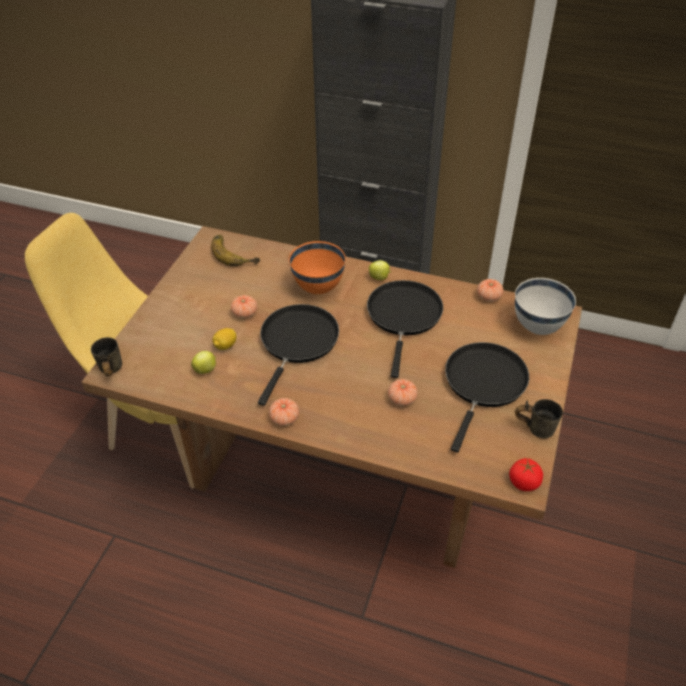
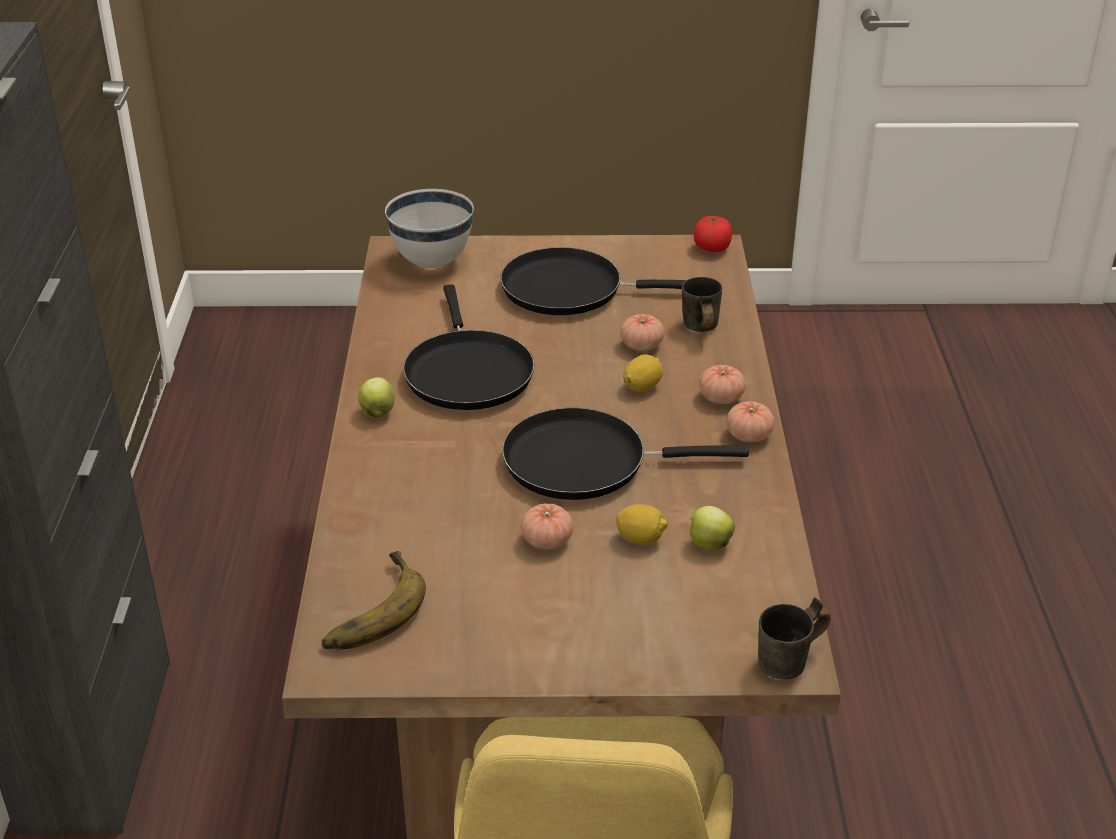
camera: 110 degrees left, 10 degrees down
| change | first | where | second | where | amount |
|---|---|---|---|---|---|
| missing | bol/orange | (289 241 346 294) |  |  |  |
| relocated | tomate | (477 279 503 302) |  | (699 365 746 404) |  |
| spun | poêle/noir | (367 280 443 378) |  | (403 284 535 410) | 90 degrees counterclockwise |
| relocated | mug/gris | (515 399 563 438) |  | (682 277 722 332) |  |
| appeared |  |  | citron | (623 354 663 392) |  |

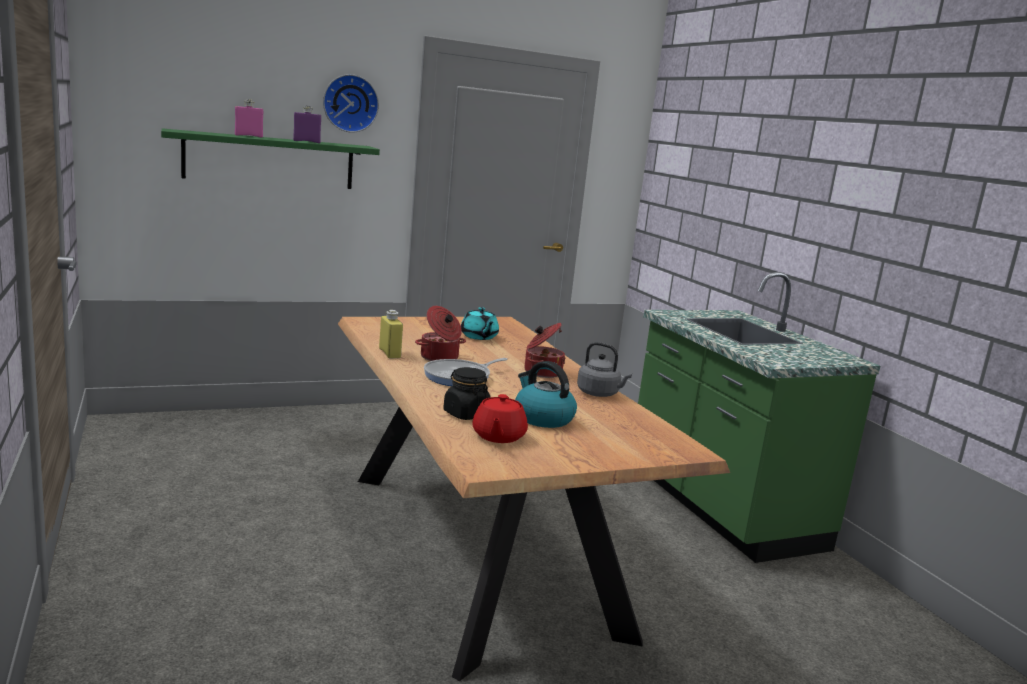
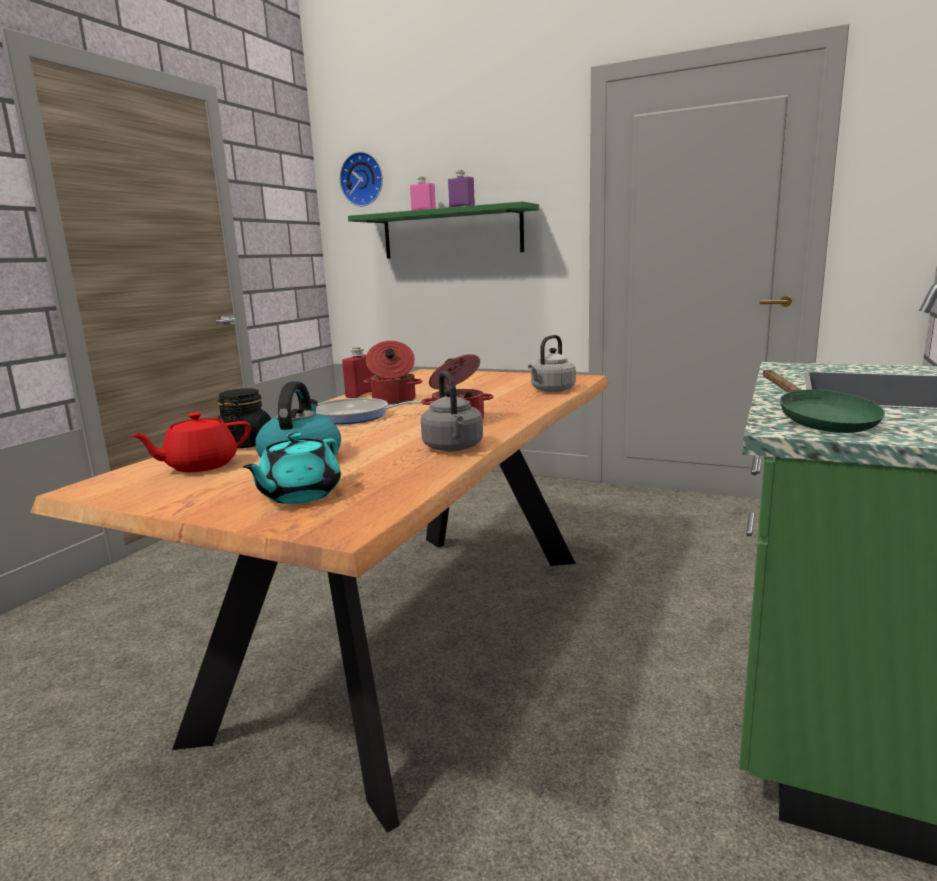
camera: 50 degrees right, 0 degrees up
| change | first | where | second | where | amount |
|---|---|---|---|---|---|
| relocated | horloge murale | (323 74 379 133) |  | (340 152 383 206) |  |
| relocated | théière/turquoise | (461 307 499 340) |  | (243 432 341 504) |  |
| colour | bouteille/jaune | (379 310 403 359) | bouteille/rouge | (342 346 374 398) |  |
| appeared |  |  | bouilloire/gris | (528 335 576 392) |  |
| appeared |  |  | poêle/vert | (763 370 885 433) |  |

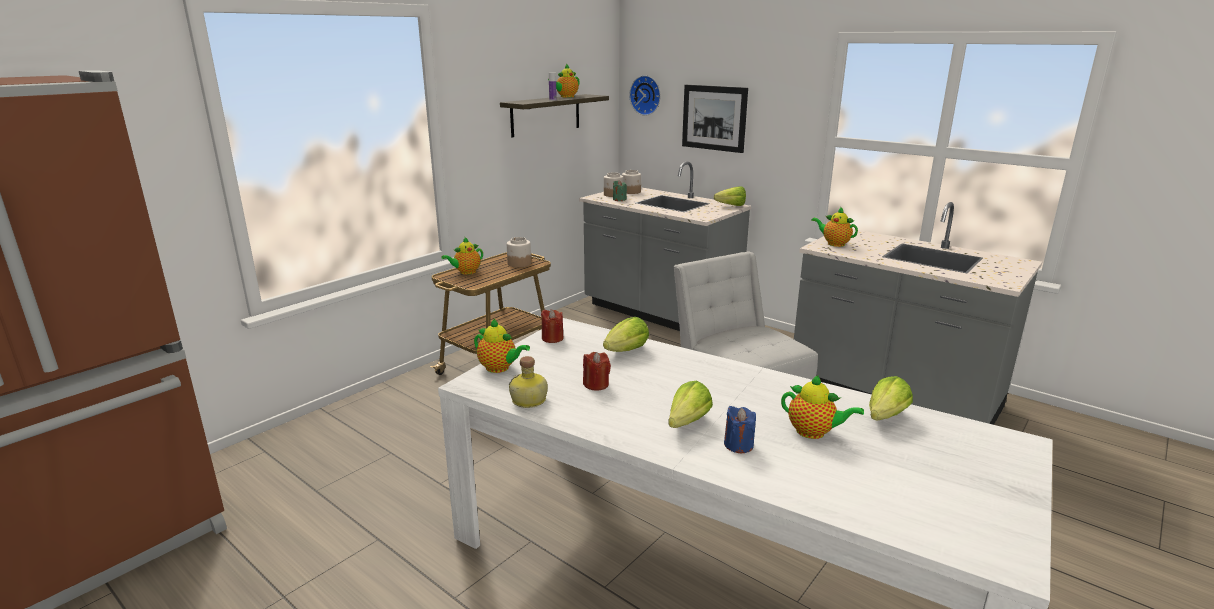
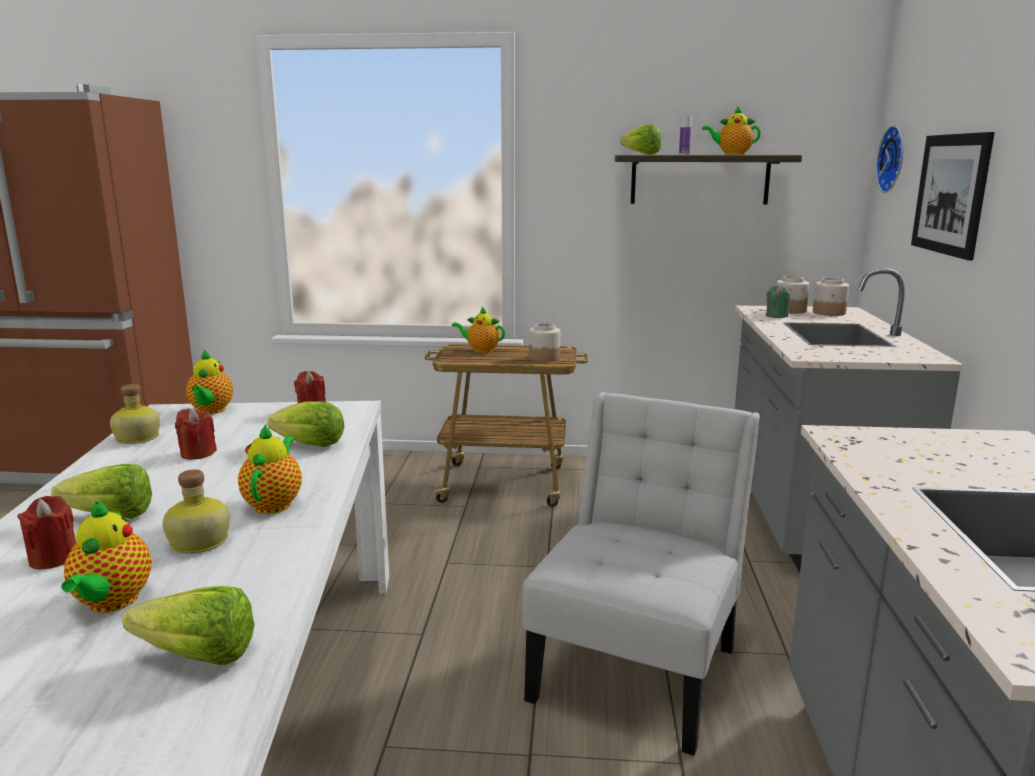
camera: 55 degrees right, 5 degrees down
| change | first | where | second | where | amount |
|---|---|---|---|---|---|
| relocated | laitue | (714 186 746 206) |  | (620 124 662 155) |  |
| relocated | théière | (811 206 858 247) |  | (238 424 302 514) |  |
| colour | bougie/bleu | (724 406 756 453) | bougie/rouge | (17 496 76 570) |  |
| appeared |  |  | bouteille | (163 469 230 554) |  |

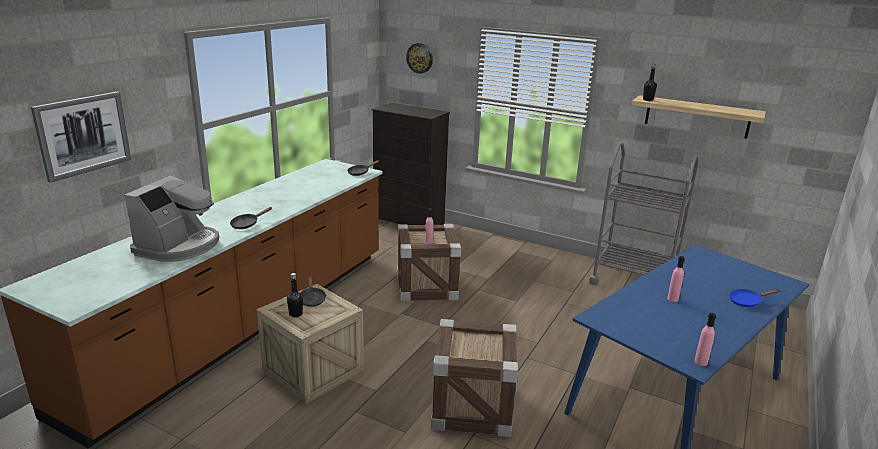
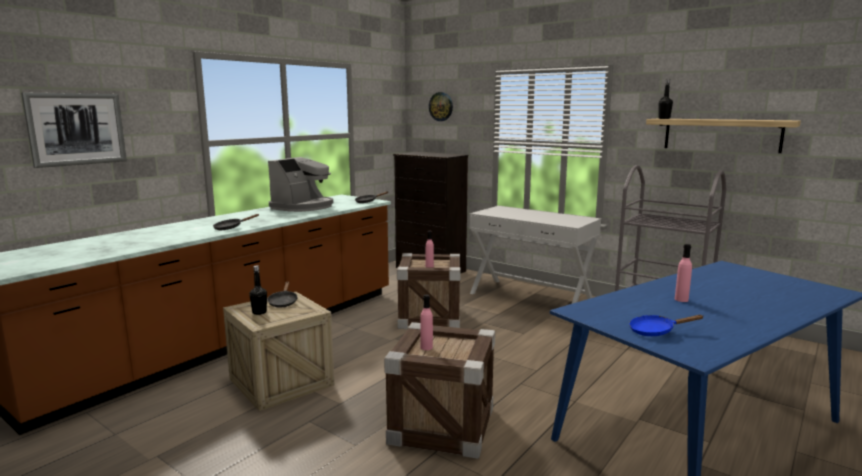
camera: 10 degrees right, 10 degrees down
| change | first | where | second | where | amount |
|---|---|---|---|---|---|
| relocated | machine à café | (124 175 219 262) |  | (268 157 333 212) |  |
| relocated | poêle/bleu | (729 289 780 307) |  | (629 315 704 336) |  |
| relocated | bouteille/rose | (694 313 716 366) |  | (420 294 433 350) |  |
| appeared |  |  | table console/blanc | (469 206 601 304) |  |

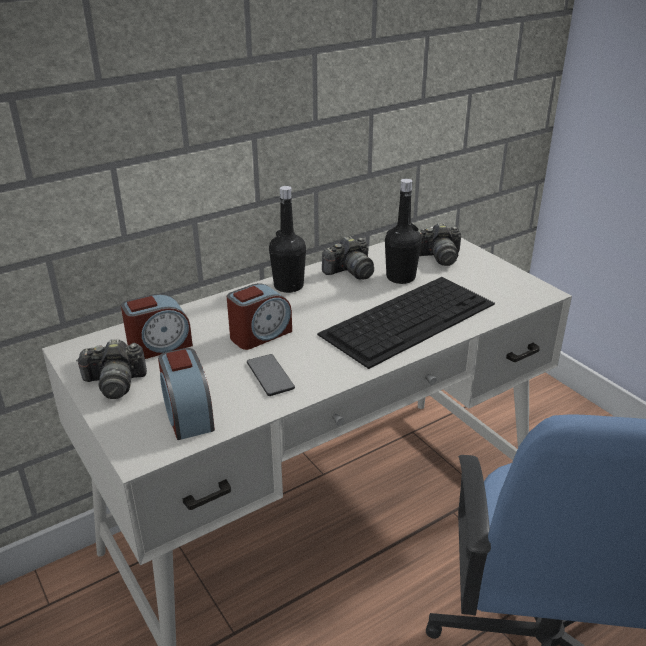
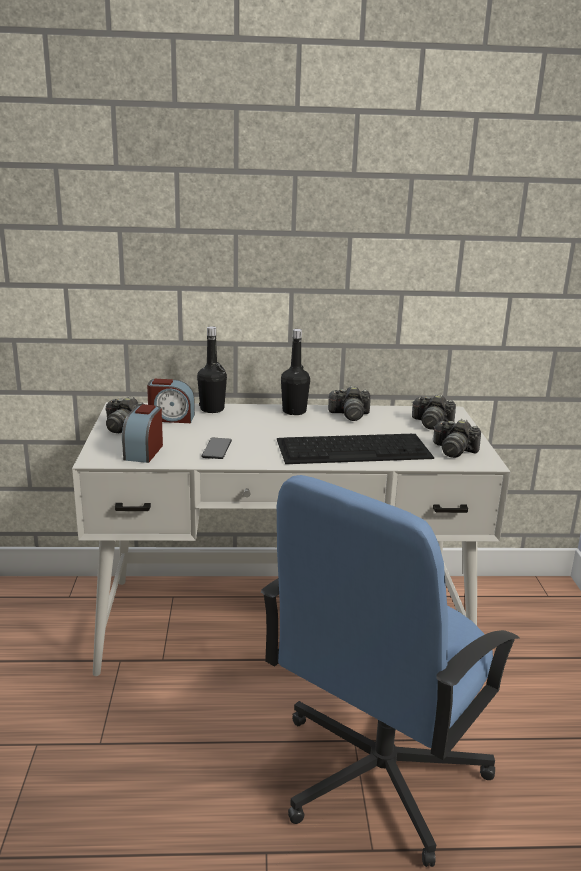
camera: 30 degrees right, 10 degrees down
| change | first | where | second | where | amount |
|---|---|---|---|---|---|
| relocated | bouteille/noir | (385 179 421 284) |  | (197 326 227 413) |  |
| missing | réveil | (227 283 292 350) |  |  |  |
| appeared |  |  | appareil photo | (433 419 481 458) |  |

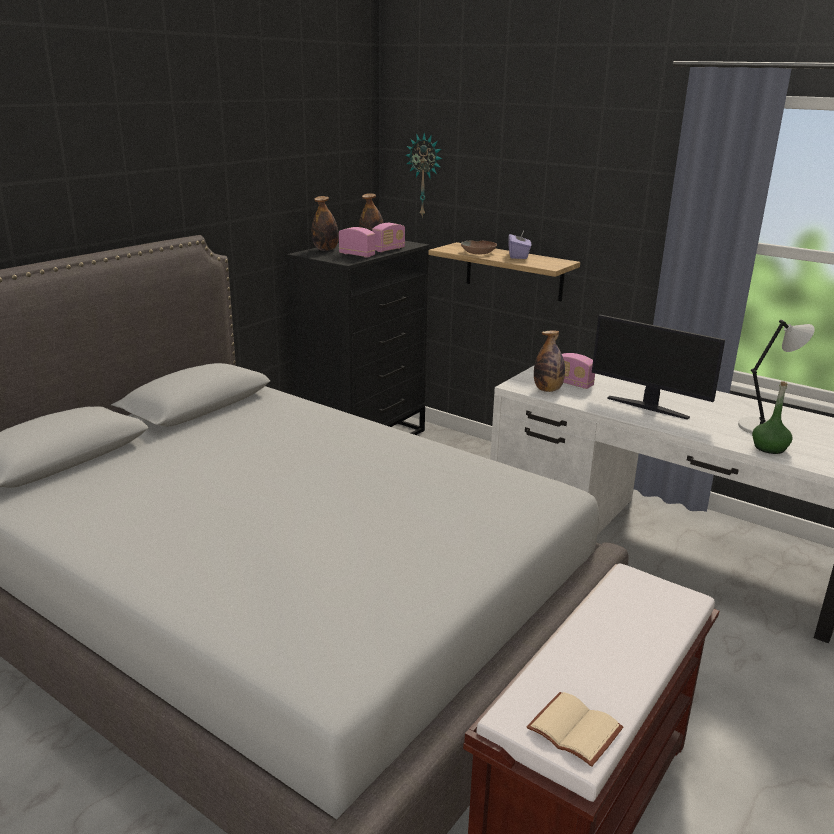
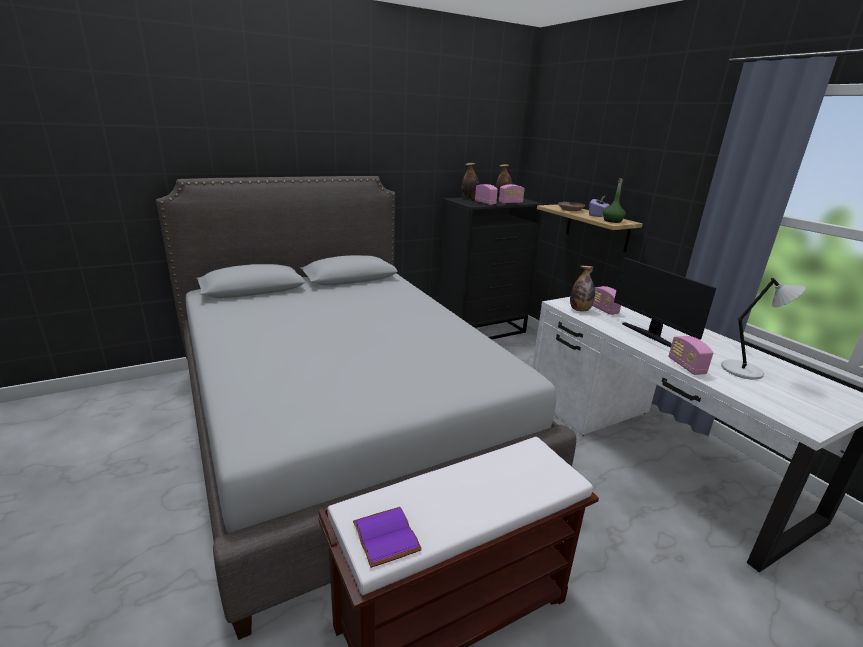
camera: 25 degrees right, 0 degrees up
| change | first | where | second | where | amount |
|---|---|---|---|---|---|
| missing | horloge murale | (406 132 443 217) |  |  |  |
| relocated | bouteille/vert | (752 381 793 454) |  | (603 178 626 223) |  |
| colour | livre/beige | (527 692 623 767) | livre/violet | (353 507 422 568) |  |
| appeared |  |  | radio | (668 336 713 375) |  |

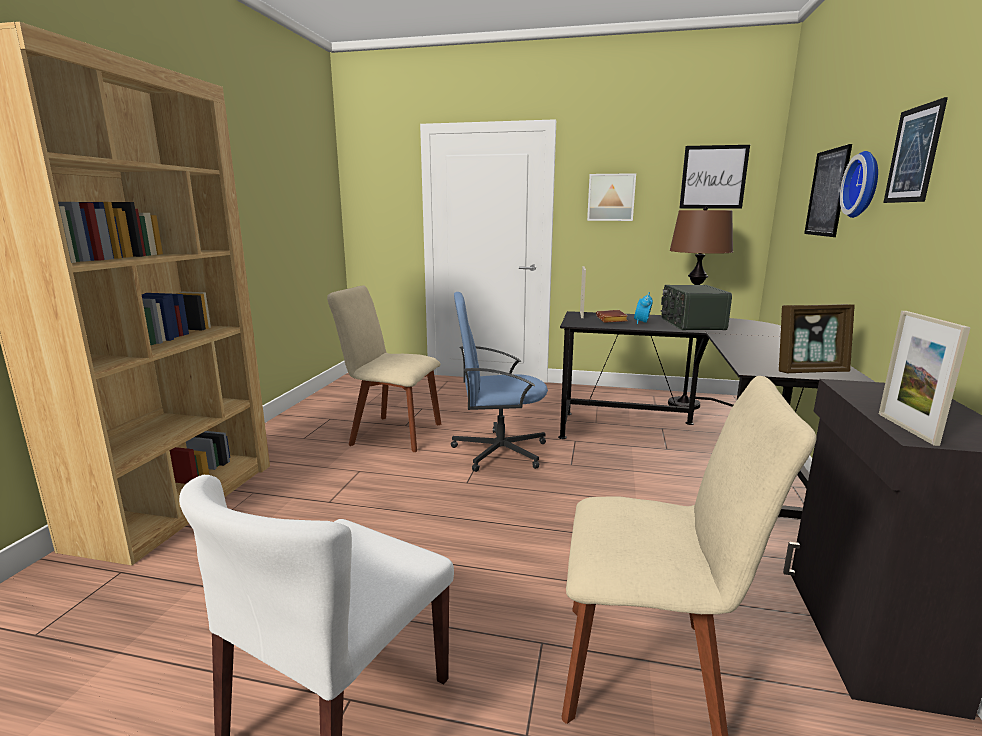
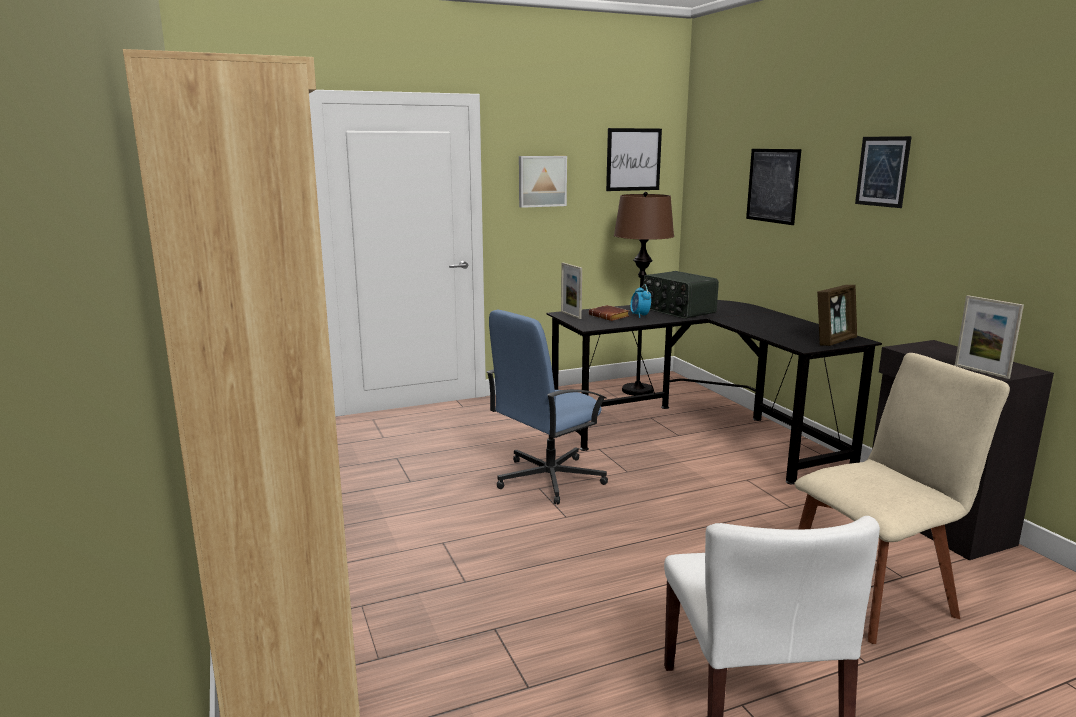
camera: 35 degrees left, 0 degrees up
| change | first | where | second | where | amount |
|---|---|---|---|---|---|
| missing | horloge murale | (840 151 878 218) |  |  |  |
| missing | chaise/beige | (327 286 441 452) |  |  |  |

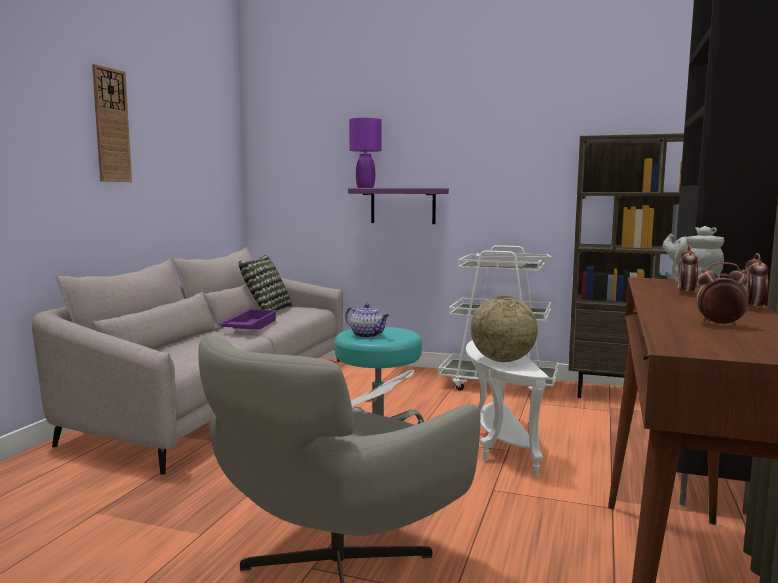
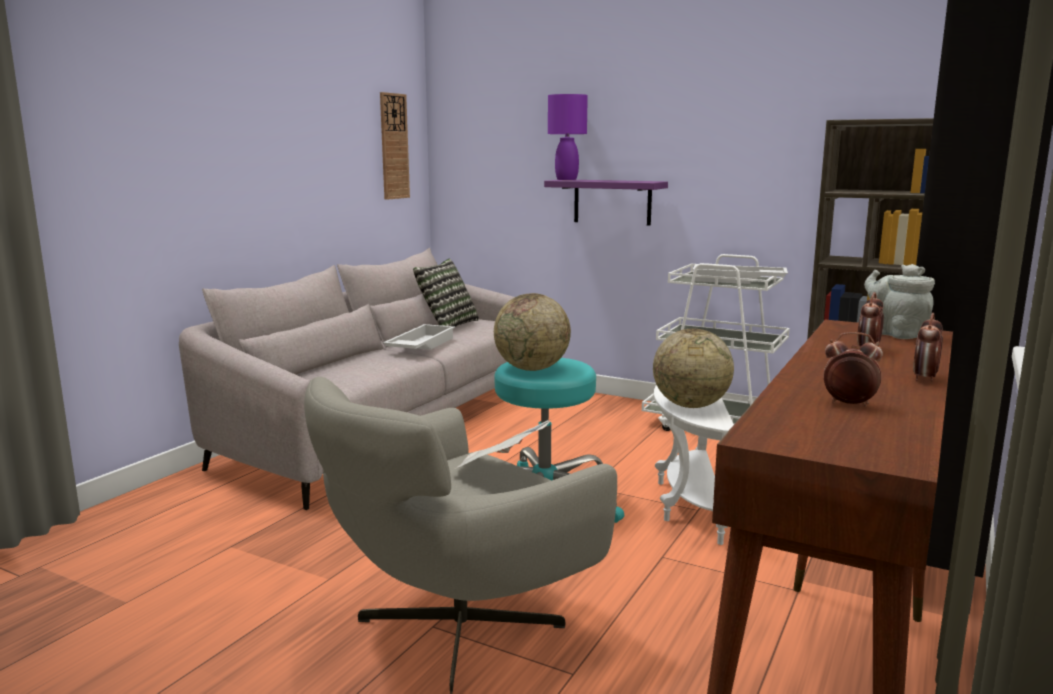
camera: 10 degrees right, 5 degrees up
| change | first | where | second | where | amount |
|---|---|---|---|---|---|
| relocated | horloge murale | (92 64 132 182) |  | (380 92 410 200) |  |
| exchanged | théière | (345 303 389 338) | globe | (494 293 571 371) |  |
| colour | plateau/violet | (219 309 278 329) | plateau/blanc | (383 324 455 350) |  |

